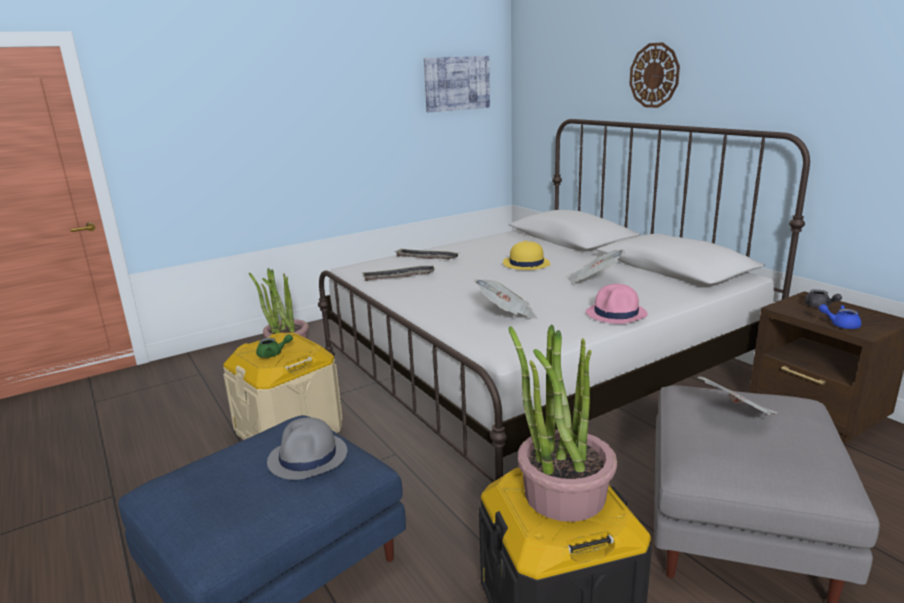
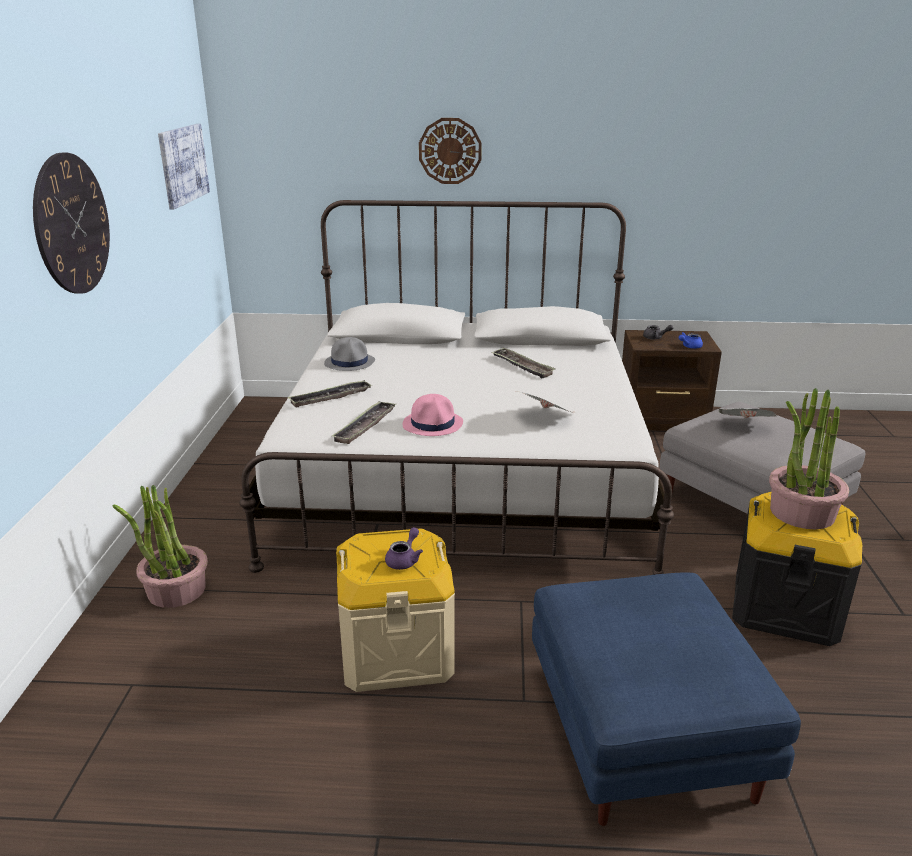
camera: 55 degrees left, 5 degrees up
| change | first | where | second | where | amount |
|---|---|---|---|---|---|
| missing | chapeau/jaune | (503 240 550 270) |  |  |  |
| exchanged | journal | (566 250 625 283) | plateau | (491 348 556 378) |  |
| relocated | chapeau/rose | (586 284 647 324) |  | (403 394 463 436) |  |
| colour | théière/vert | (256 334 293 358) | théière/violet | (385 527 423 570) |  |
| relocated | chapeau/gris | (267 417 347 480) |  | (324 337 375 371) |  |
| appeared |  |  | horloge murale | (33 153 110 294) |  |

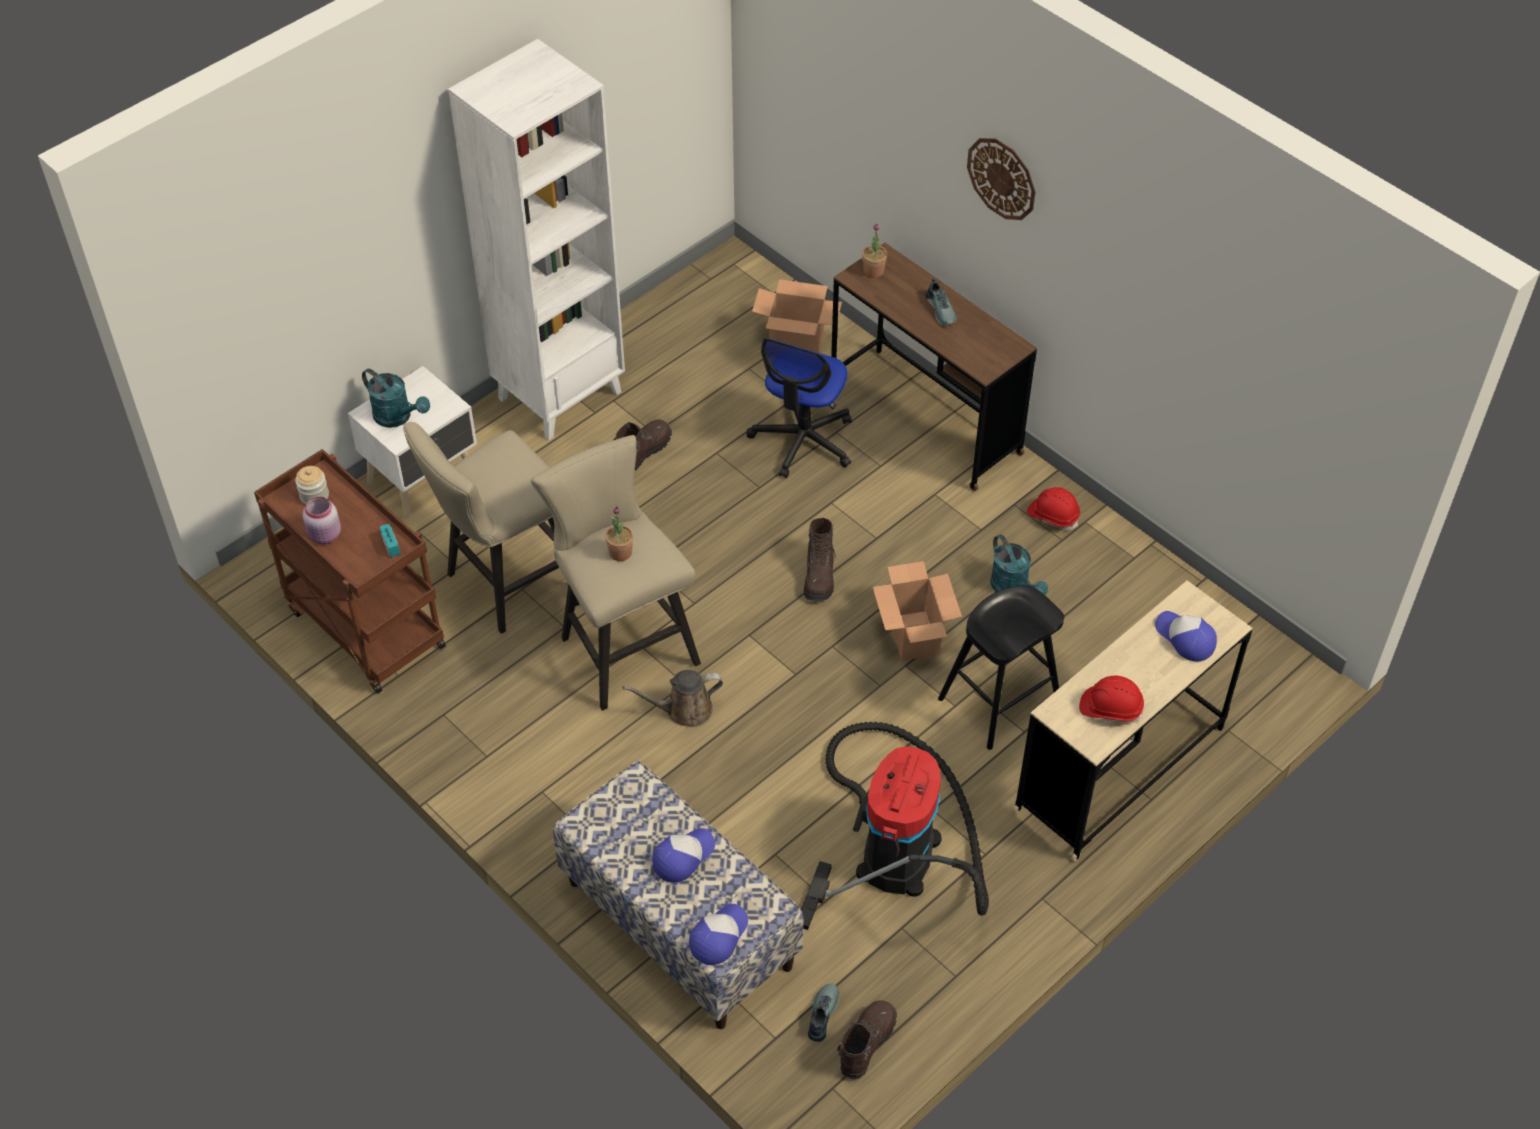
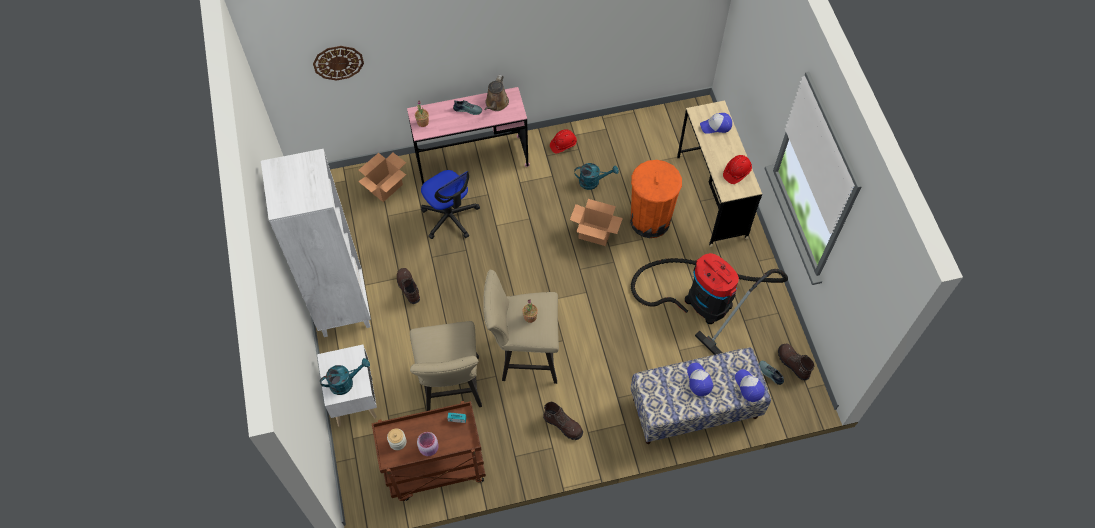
camera: 60 degrees left, 10 degrees up
| change | first | where | second | where | amount |
|---|---|---|---|---|---|
| relocated | horloge murale | (967 138 1036 220) |  | (313 46 364 81) |  |
| colour | bureau/marron | (831 243 1037 491) | bureau/rose | (407 87 530 185) |  |
| relocated | botte/marron | (804 518 837 601) |  | (543 401 583 440) |  |
| exchanged | tabouret/noir | (938 585 1064 750) | poubelle/orange | (630 160 682 238) |  |
| relocated | arrosoir/marron | (622 670 723 727) |  | (484 75 509 111) |  |

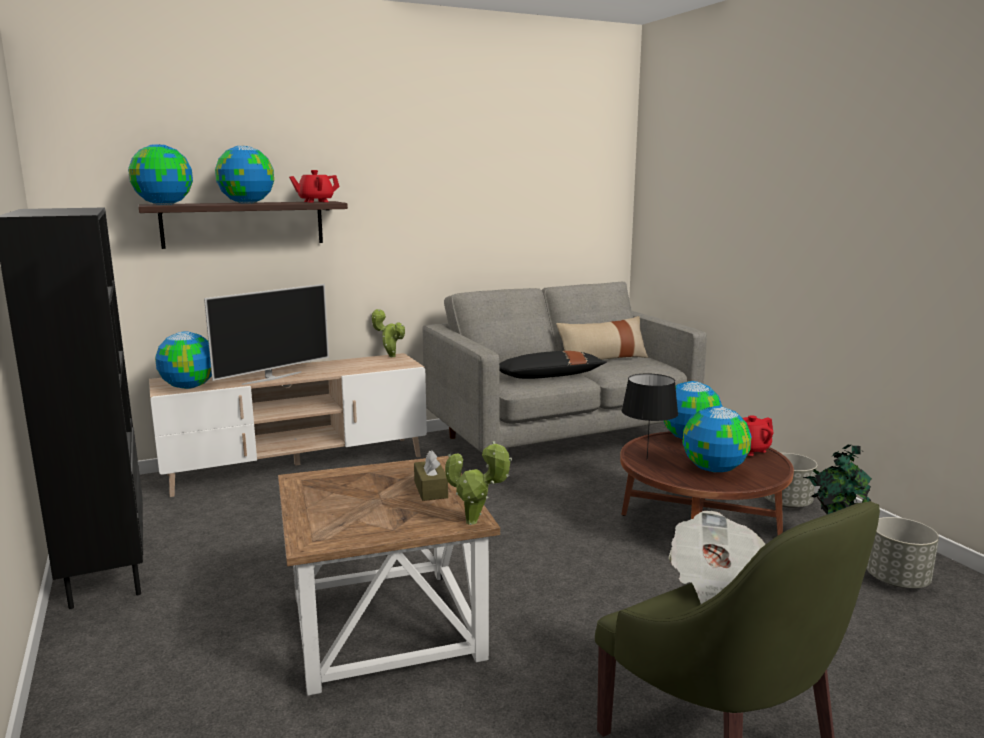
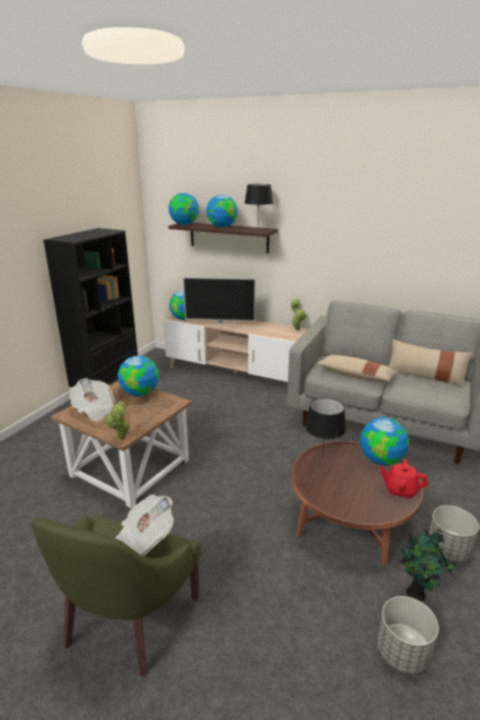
camera: 50 degrees right, 10 degrees up
| change | first | where | second | where | amount |
|---|---|---|---|---|---|
| exchanged | théière/rouge | (289 170 340 203) | lampe de table/noir | (245 184 273 230) |  |
| colour | coussin/noir | (499 351 607 379) | coussin/beige | (316 355 399 382) |  |
| relocated | globe | (683 406 752 472) |  | (118 356 159 396) |  |
| missing | boîte à mouchoirs/marron | (414 451 448 501) |  |  |  |
| appeared |  |  | journal | (70 378 115 421) |  |

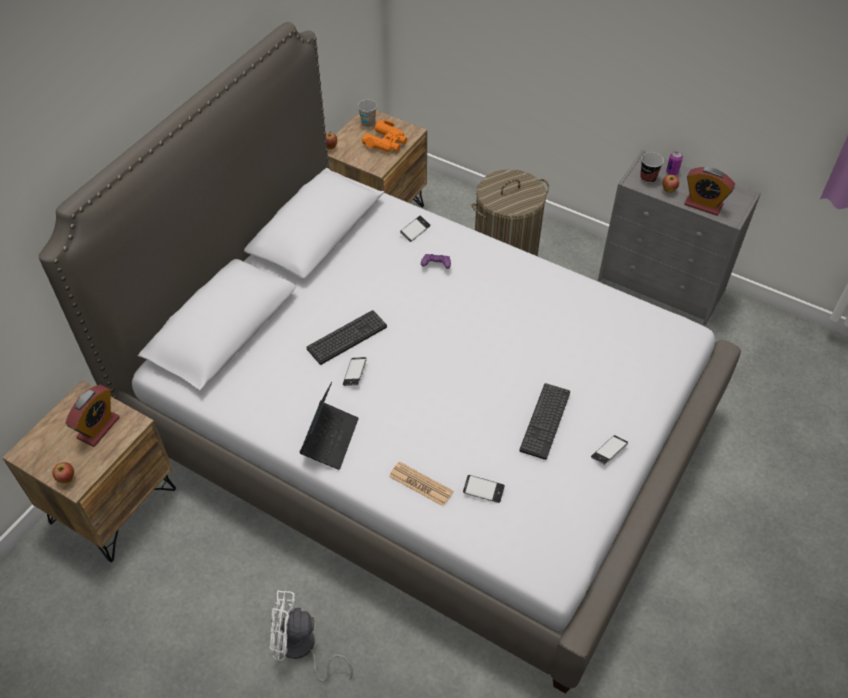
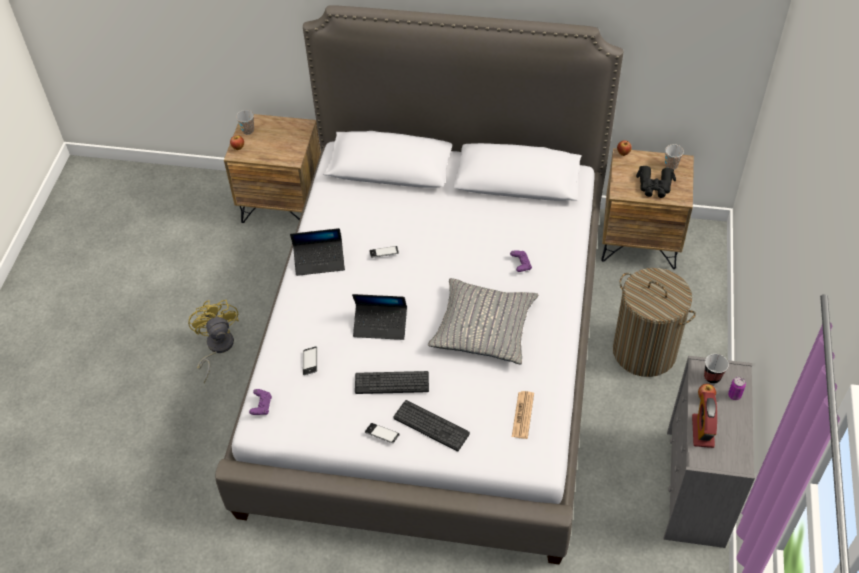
camera: 70 degrees right, 0 degrees up
| change | first | where | second | where | amount |
|---|---|---|---|---|---|
| colour | jumelles/orange | (362 120 407 152) | jumelles/noir | (636 166 676 198) |  |
| missing | téléphone | (400 216 430 242) |  |  |  |
| relocated | clavier | (307 310 387 365) |  | (394 400 470 452) |  |
| missing | réveil | (66 385 120 447) |  |  |  |
| relocated | journal | (389 462 453 506) |  | (512 391 534 439) |  |
| colour | ventilateur/blanc | (270 589 353 682) | ventilateur/jaune | (188 300 239 383) |  |
| appeared |  |  | tasse | (236 110 254 135) |  |
| appeared |  |  | coussin/gris | (428 278 538 364) |  |
| appeared |  |  | ordinateur portable | (352 294 407 340) |  |
| appeared |  |  | manette/violet | (249 389 272 415) |  |

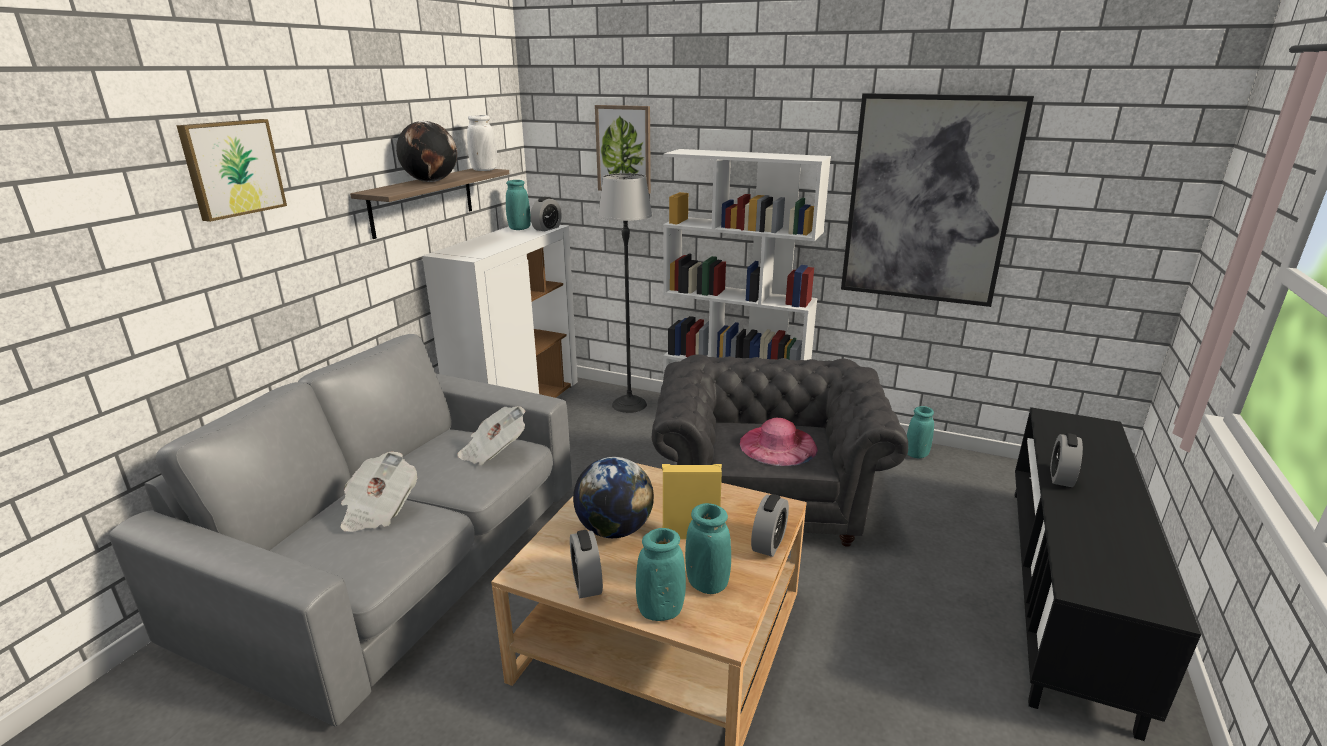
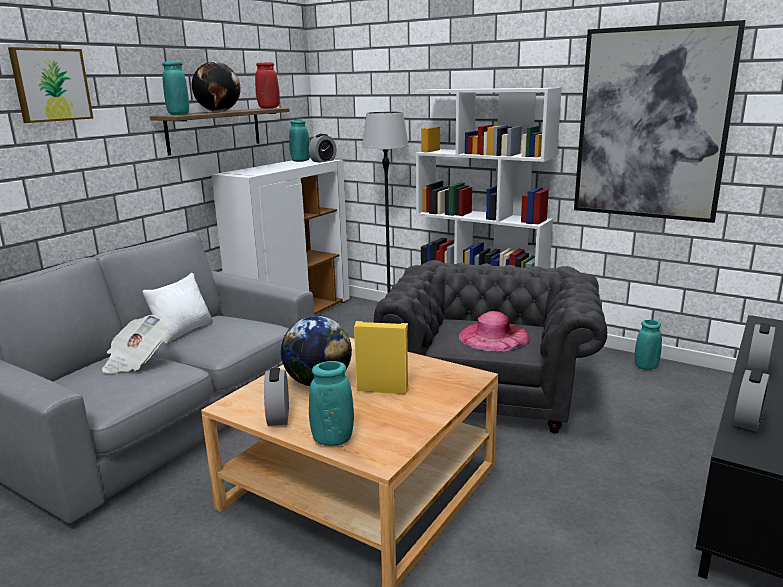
camera: 10 degrees right, 5 degrees down
| change | first | where | second | where | amount |
|---|---|---|---|---|---|
| missing | tableau | (595 105 651 194) |  |  |  |
| colour | vase/blanc | (467 115 497 171) | vase/rouge | (255 62 280 108) |  |
| missing | journal | (458 406 526 465) |  |  |  |
| relocated | réveil | (751 494 789 557) |  | (734 368 770 432) |  |
| relocated | vase/turquoise | (685 503 731 594) |  | (162 61 189 115) |  |
| appeared |  |  | coussin/blanc | (142 273 213 343) |  |

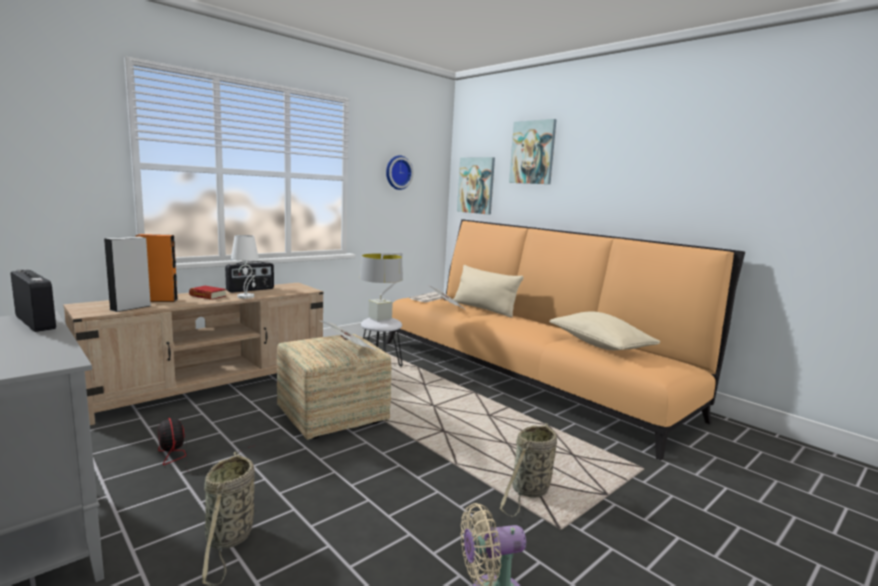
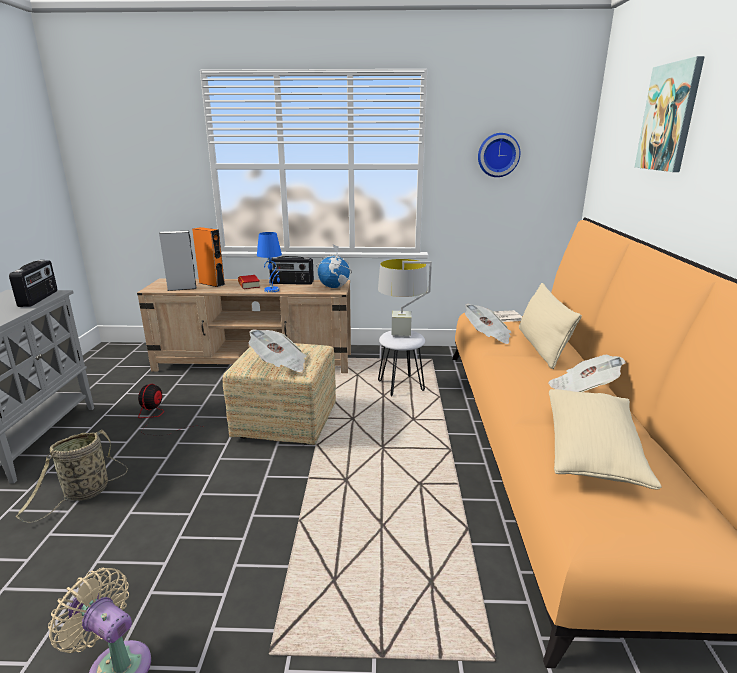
camera: 45 degrees right, 10 degrees up
| change | first | where | second | where | amount |
|---|---|---|---|---|---|
| missing | tableau | (457 157 495 215) |  |  |  |
| colour | lampe de table/blanc | (231 235 259 299) | lampe de table/bleu | (257 232 282 293) |  |
| missing | panier | (500 423 557 517) |  |  |  |
| appeared |  |  | globe | (316 245 352 288) |  |
| appeared |  |  | journal | (548 354 626 392) |  |

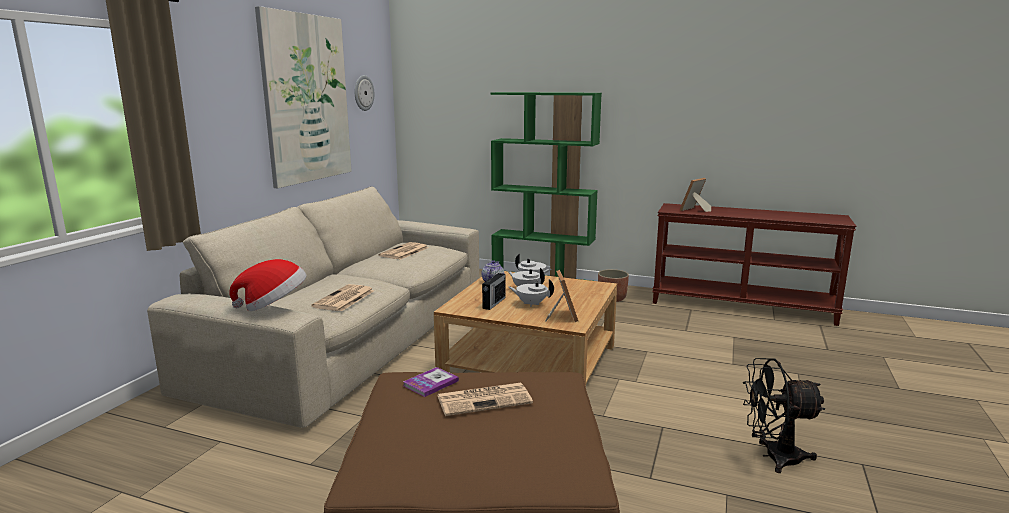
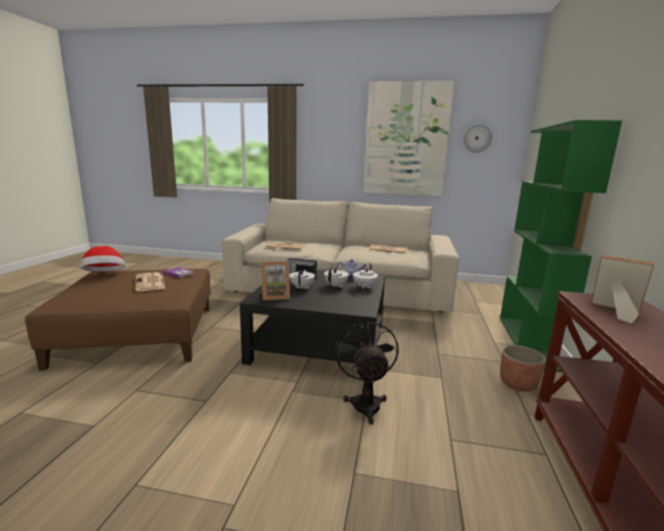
camera: 80 degrees right, 0 degrees up
| change | first | where | second | where | amount |
|---|---|---|---|---|---|
| relocated | chapeau | (229 259 306 311) |  | (80 246 125 272) |  |
| colour | table basse/beige | (434 271 617 386) | table basse/noir | (240 270 385 365) |  |
| relocated | ventilateur/noir | (743 358 825 473) |  | (335 319 399 425) |  |

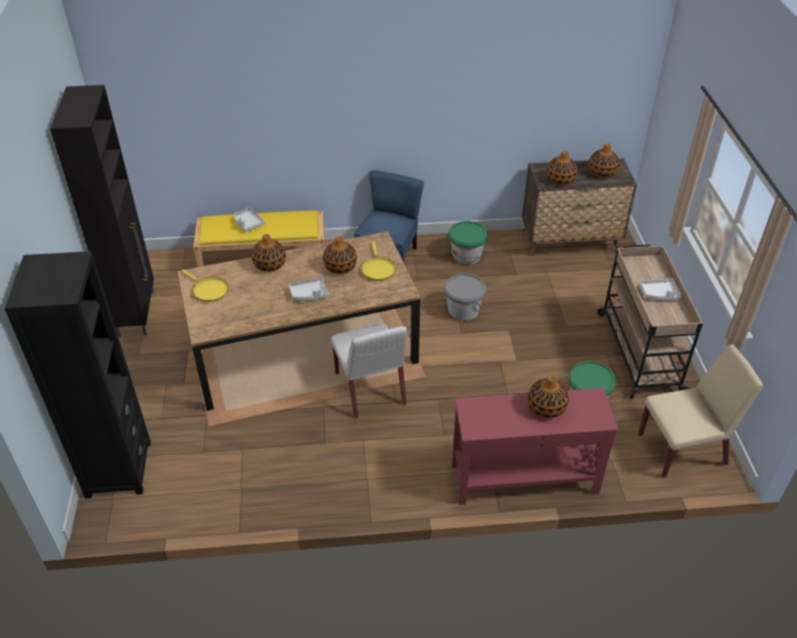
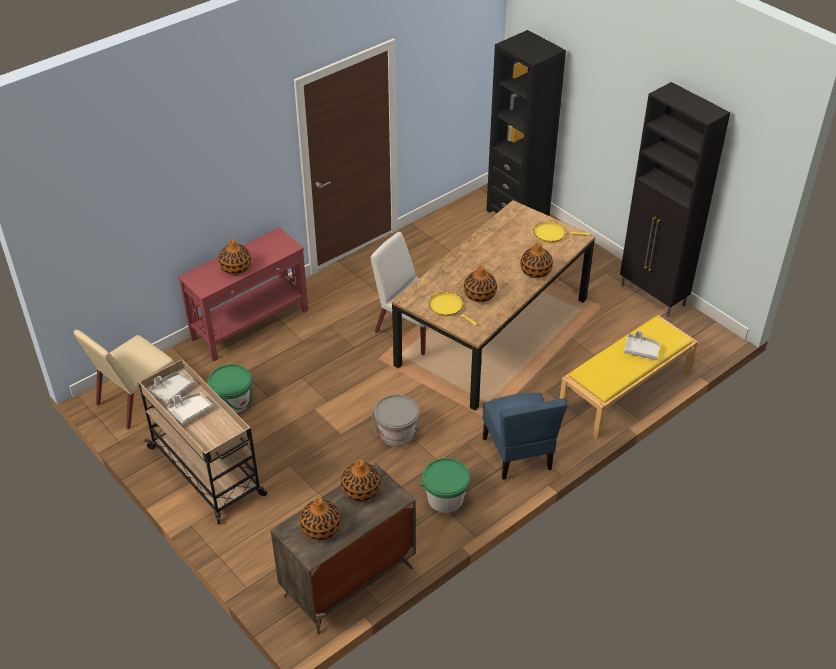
camera: 145 degrees right, 0 degrees up
| change | first | where | second | where | amount |
|---|---|---|---|---|---|
| relocated | plateau/gris | (288 277 329 301) |  | (149 372 194 404) |  |

